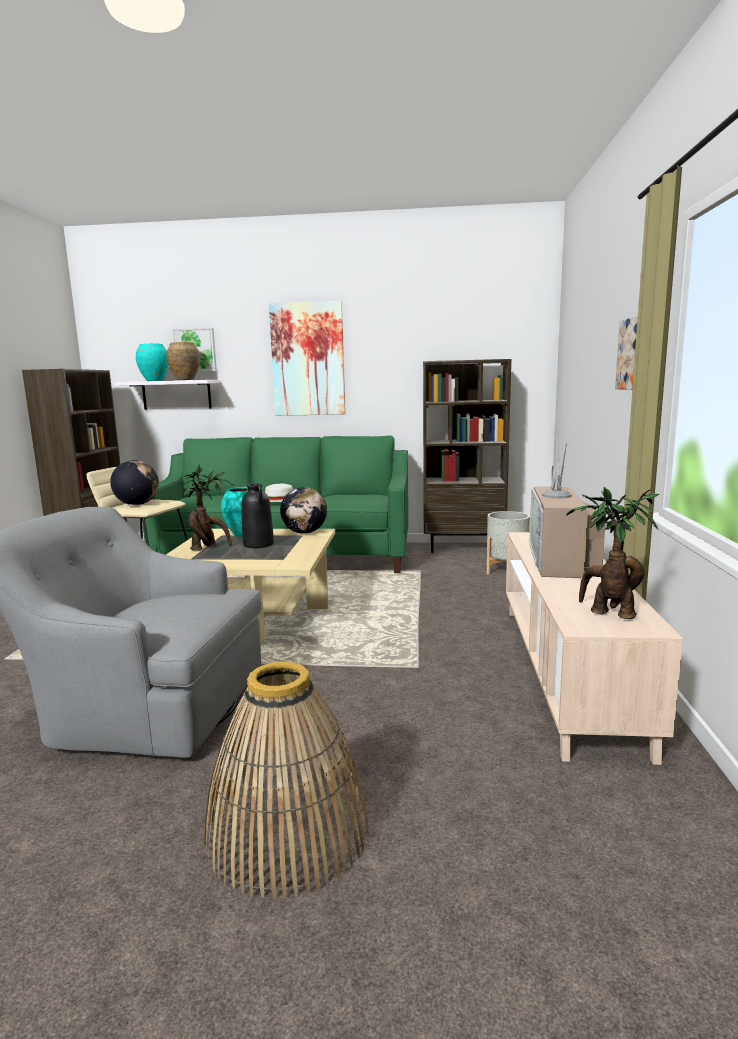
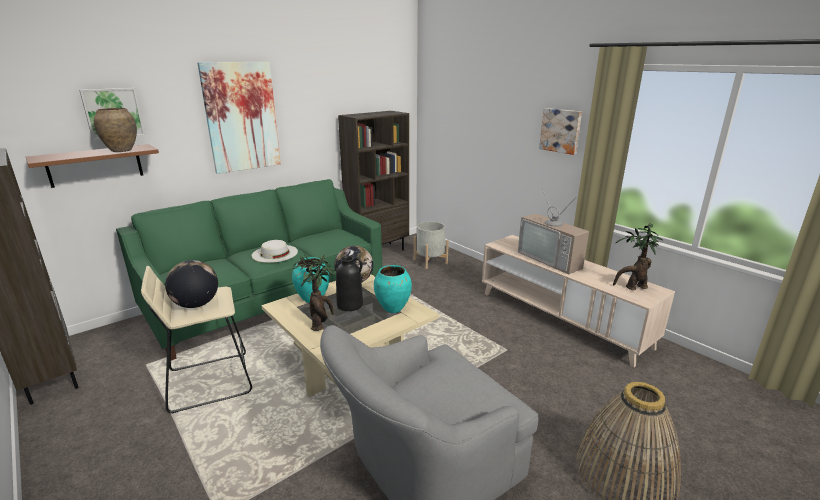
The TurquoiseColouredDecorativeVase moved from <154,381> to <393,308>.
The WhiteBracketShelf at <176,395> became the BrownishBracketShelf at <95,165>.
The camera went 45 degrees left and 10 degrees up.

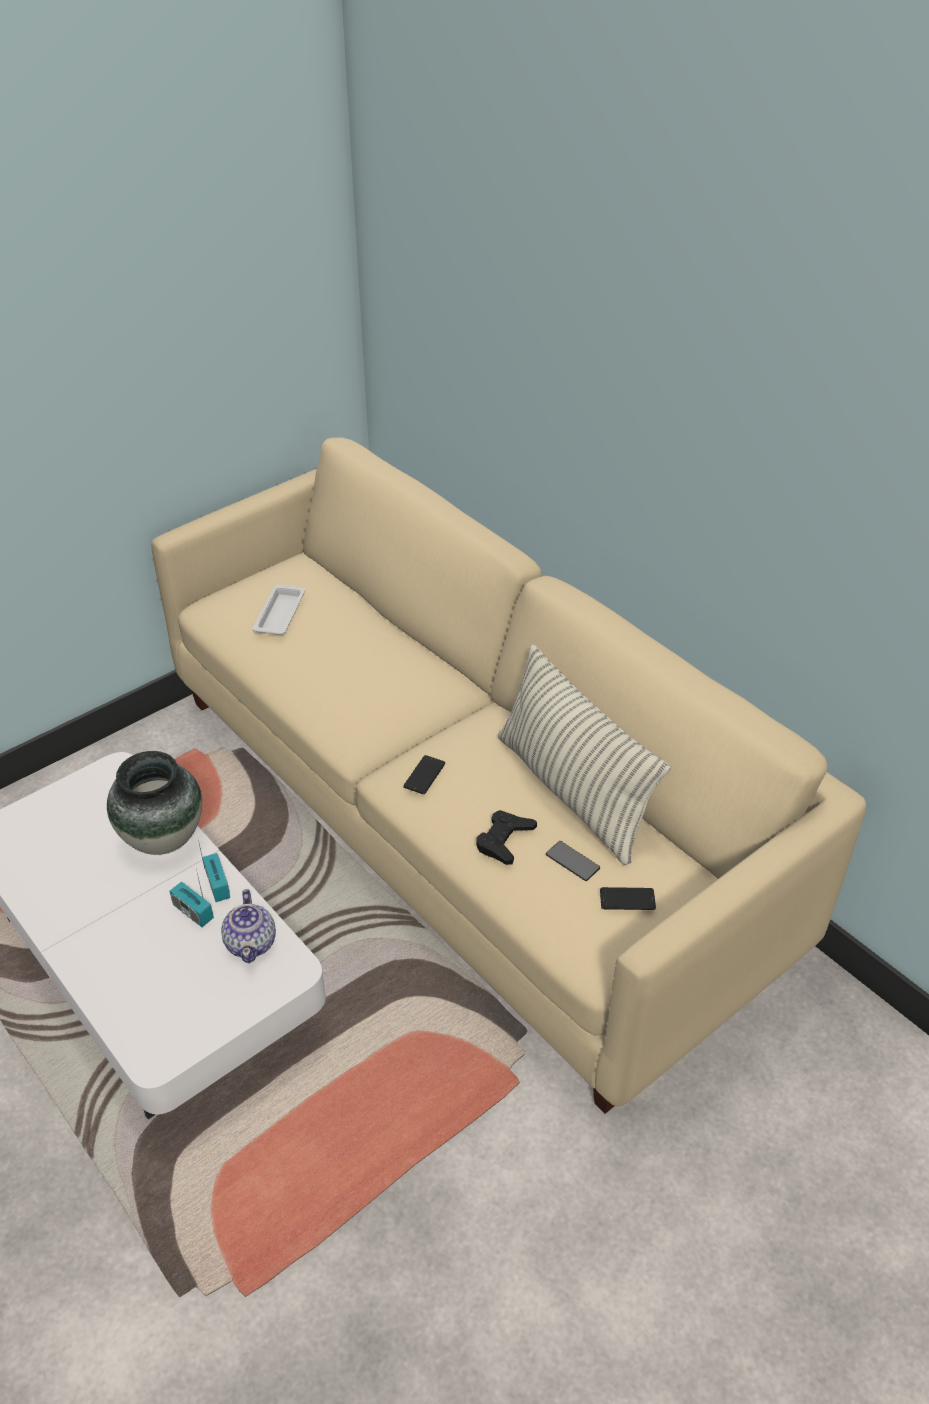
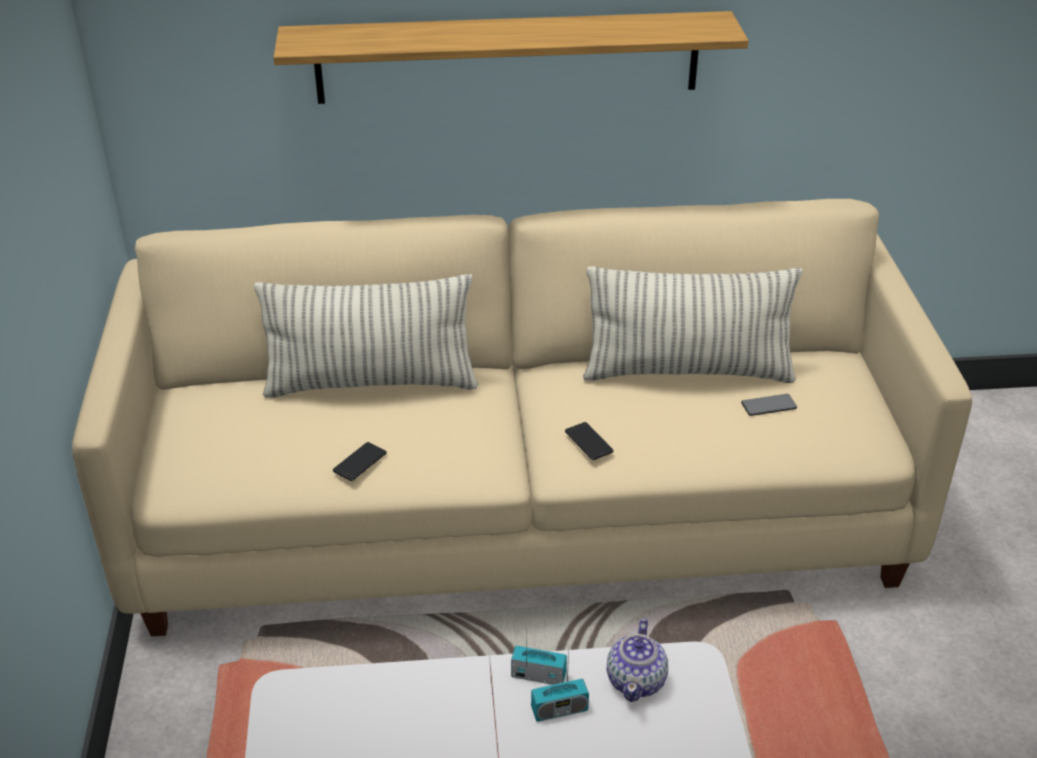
The WhiteServingTray at <280,613> disappeared.
The DecorativeVase at <163,837> disappeared.
The BlackishGamepad at <504,840> disappeared.
The Handset moved from <627,899> to <360,462>.
The TeaPot at <251,942> turned 75 degrees clockwise.
The BracketShelf at <508,57> appeared.
The Cushion at <371,383> appeared.
The camera went 55 degrees left and 5 degrees down.

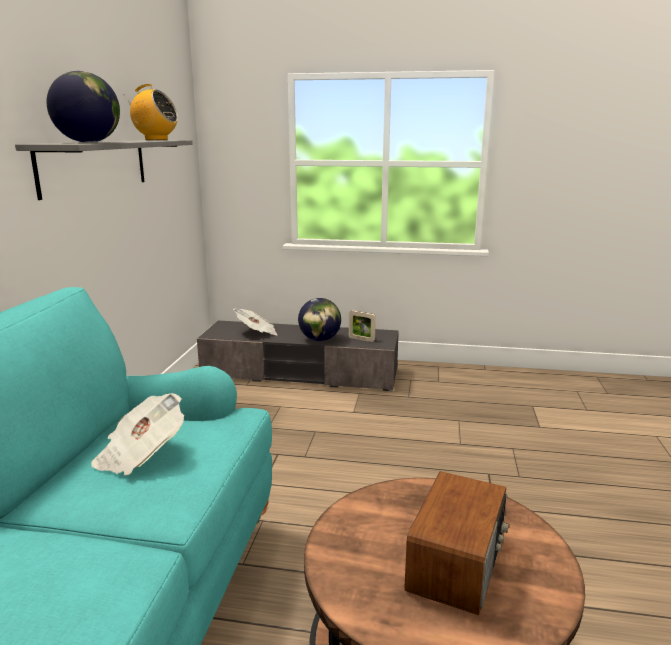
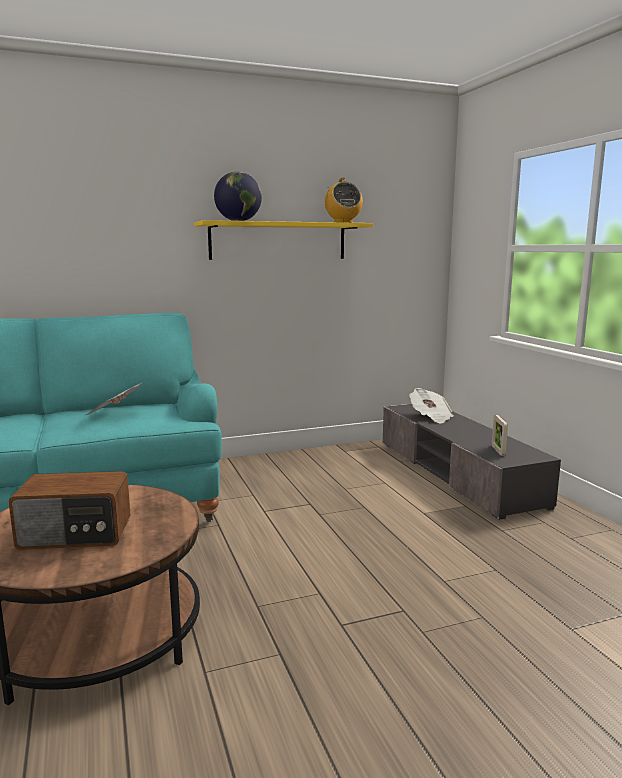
The GreyishBracketShelf at <95,166> became the YellowColouredBracketShelf at <278,241>.
The WorldGlobe at <319,339> disappeared.
The camera went 60 degrees right and 5 degrees down.

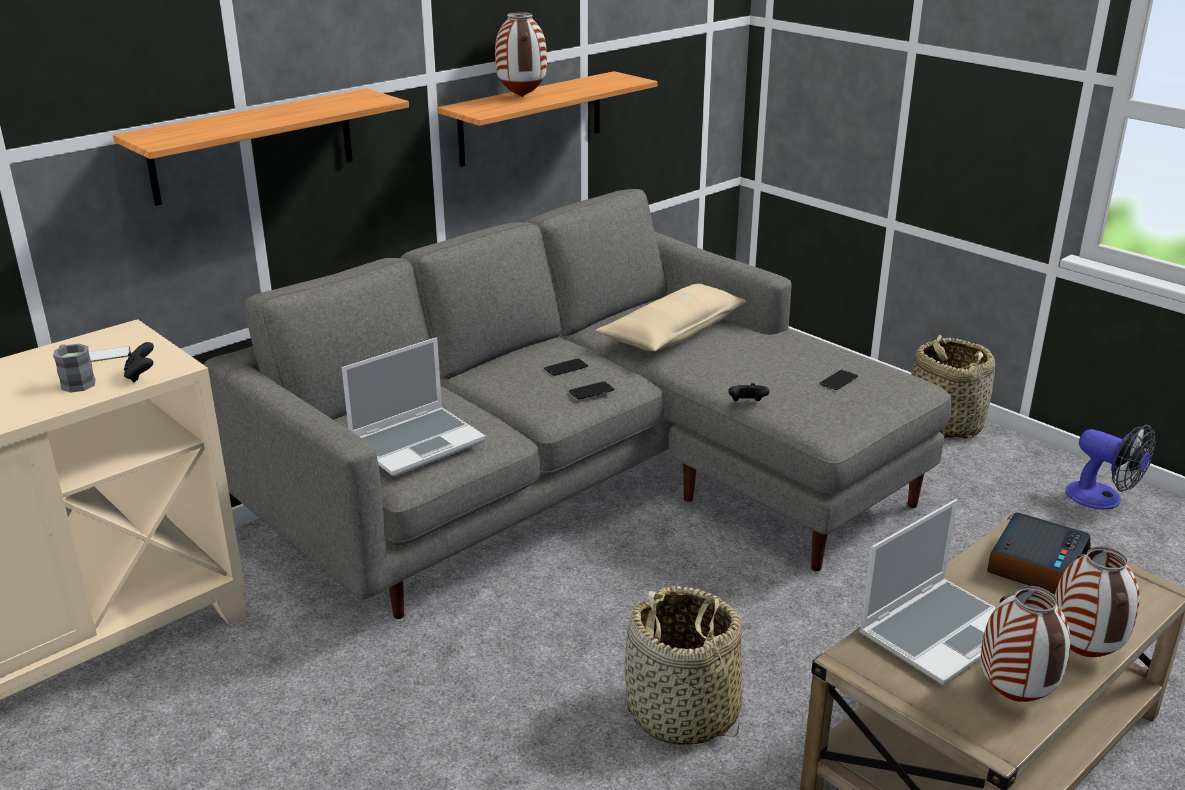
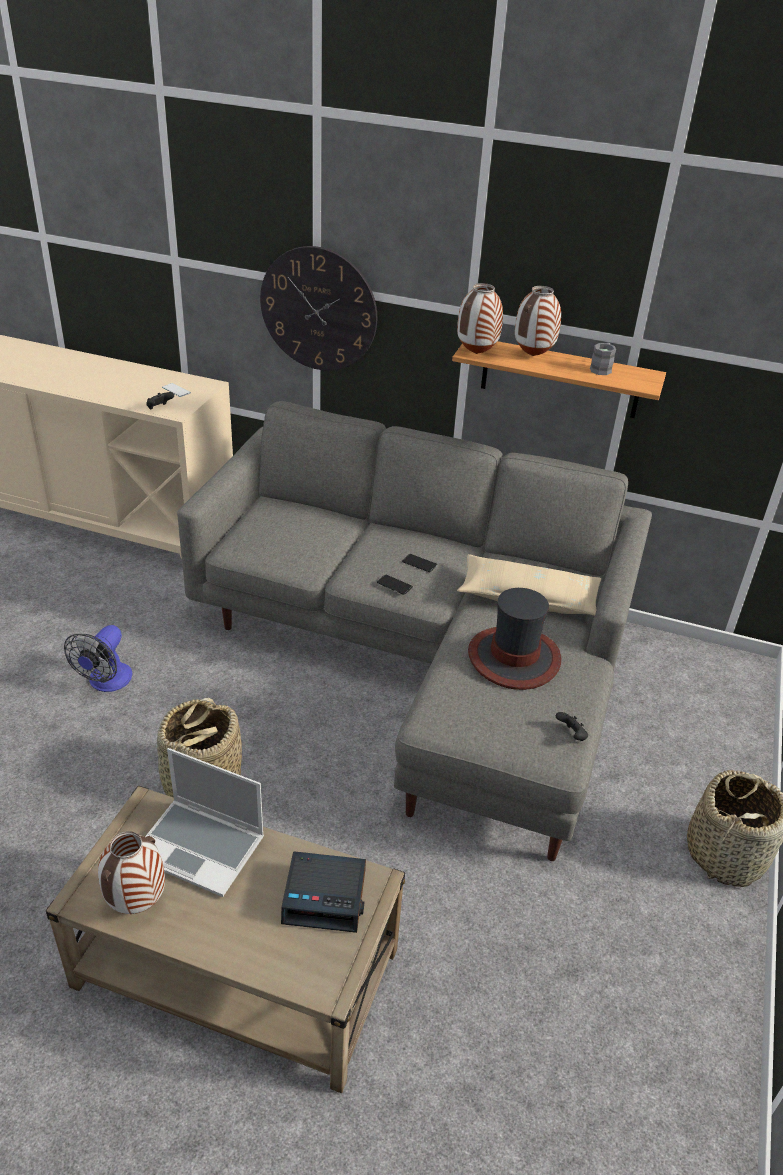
The BracketShelf at <253,146> was replaced by the HangingClock at <318,309>.
The PortableComputer at <417,442> disappeared.
The GreyishCoffeeMug moved from <75,382> to <601,368>.
The Handset at <838,380> disappeared.
The BlackishGamepad moved from <747,403> to <571,735>.
The CoolingFan moved from <1103,499> to <106,682>.
The DecorativeVase moved from <1085,654> to <476,354>.
The ClothingHat at <514,658> appeared.
The camera went 60 degrees right and 10 degrees up.

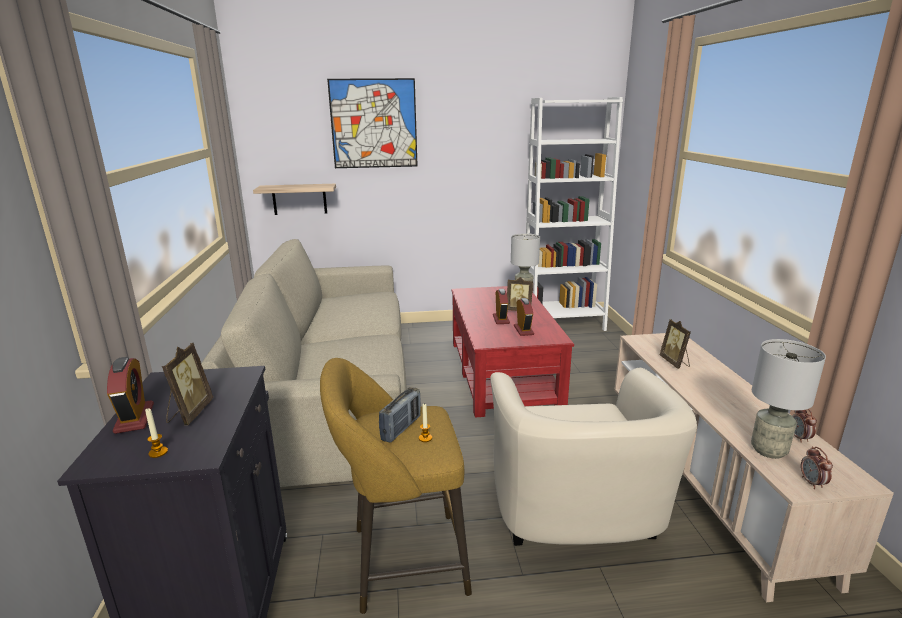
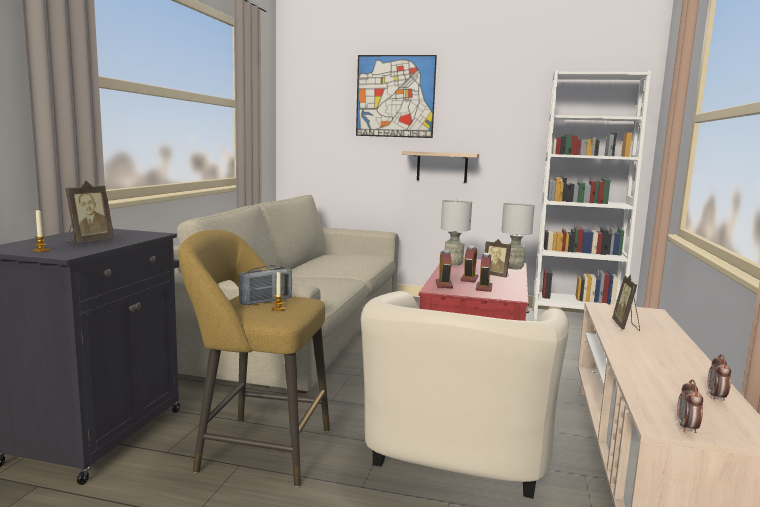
The BracketShelf moved from <299,199> to <442,166>.
The GreyishLampForATable moved from <769,451> to <453,263>.
The TableClock moved from <134,418> to <444,284>.
The camera went 20 degrees right and 10 degrees down.

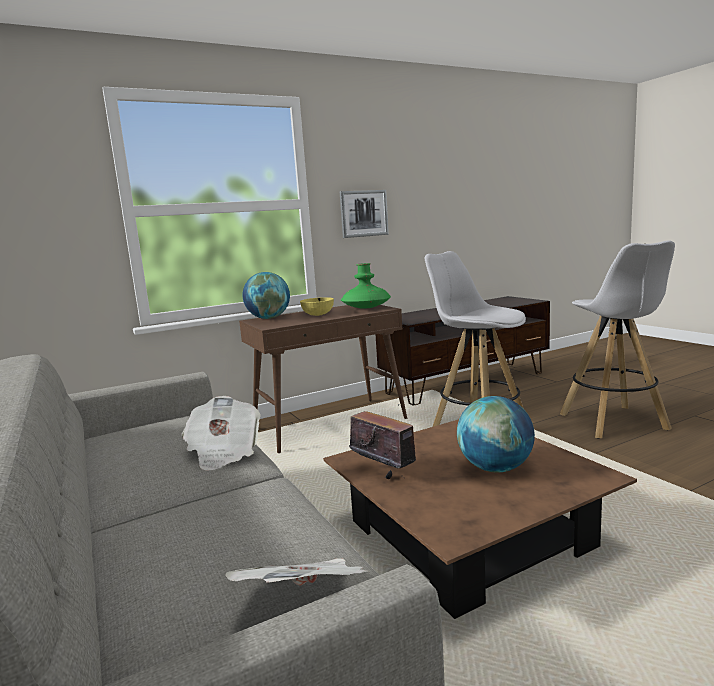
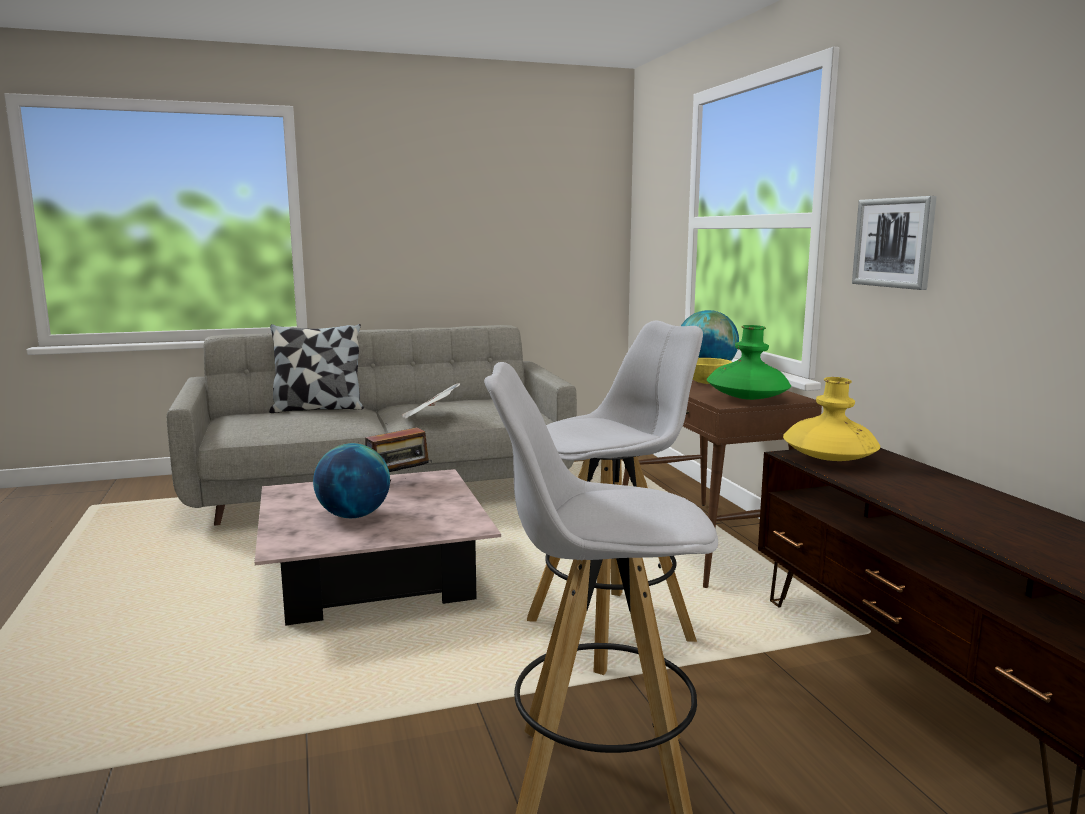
The BrownishLowTable at <466,533> became the PinkishLowTable at <375,575>.
The DailyPaper at <306,602> disappeared.
The Cushion at <318,409> appeared.
The YellowColouredDecorativeVase at <829,458> appeared.
The camera went 100 degrees right and 0 degrees up.

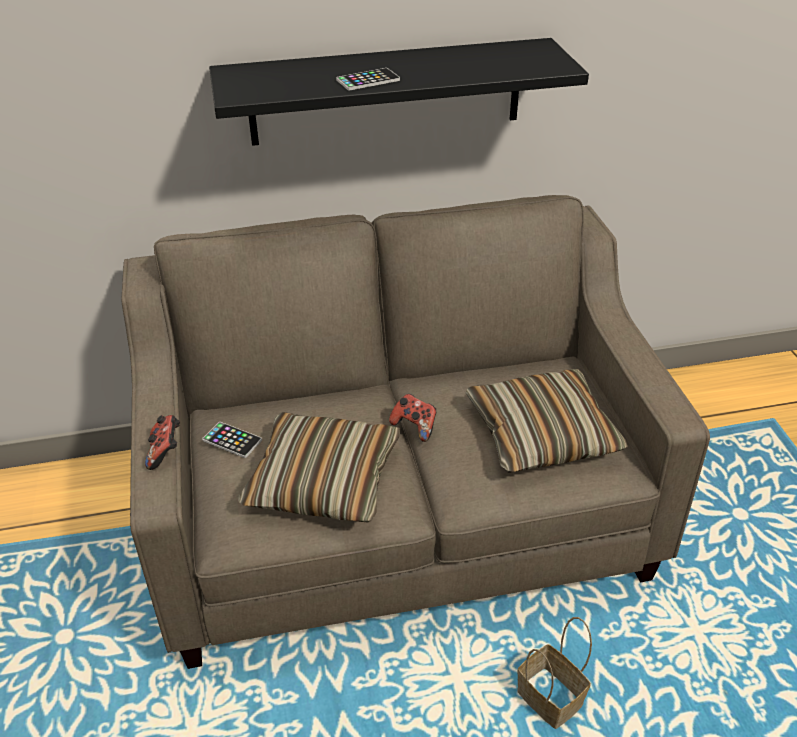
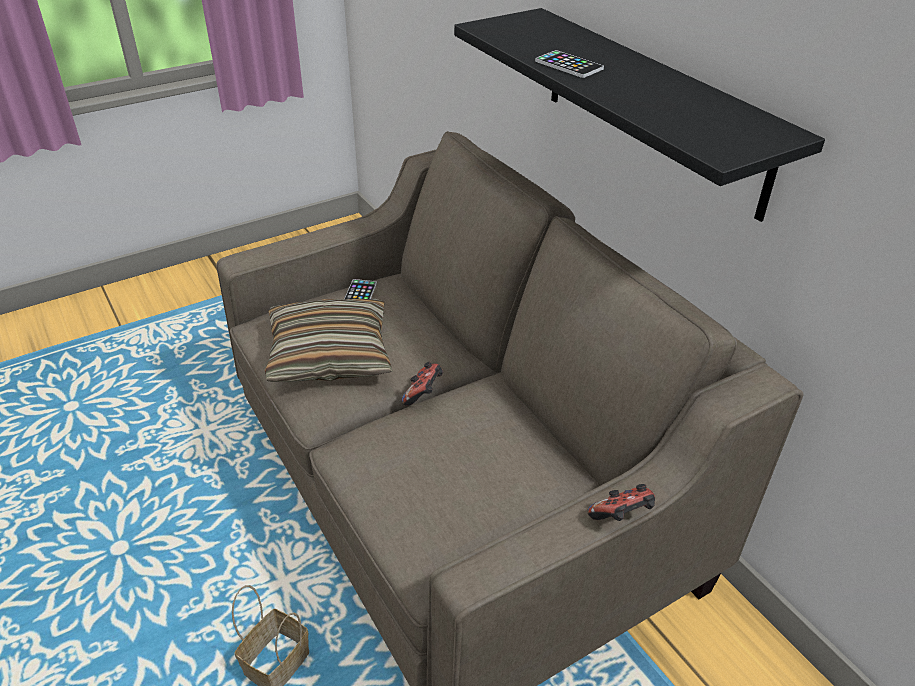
The Cushion at <541,434> disappeared.
The Gamepad moved from <165,452> to <621,517>.
The camera went 70 degrees right and 0 degrees up.

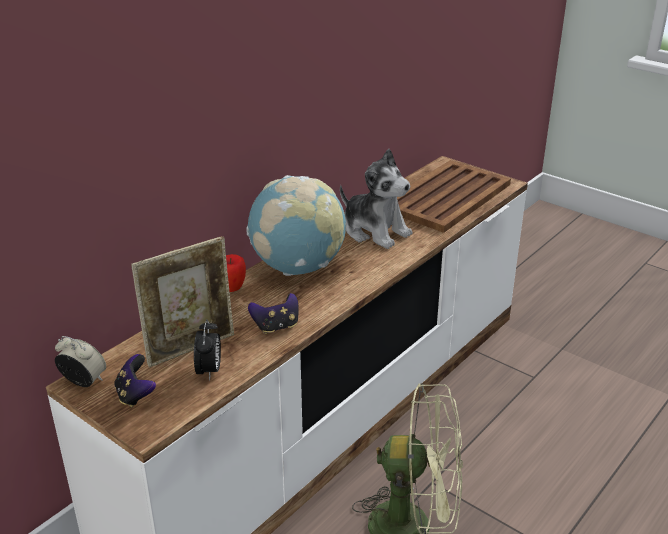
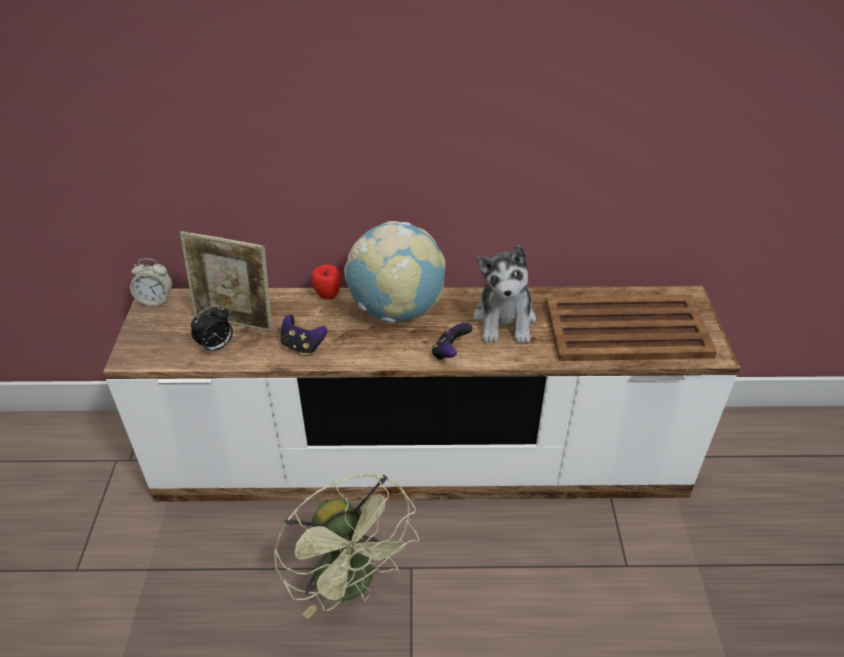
The TableClock at <84,381> turned 105 degrees clockwise.
The Gamepad moved from <135,395> to <450,353>.
The camera went 50 degrees right and 10 degrees up.

